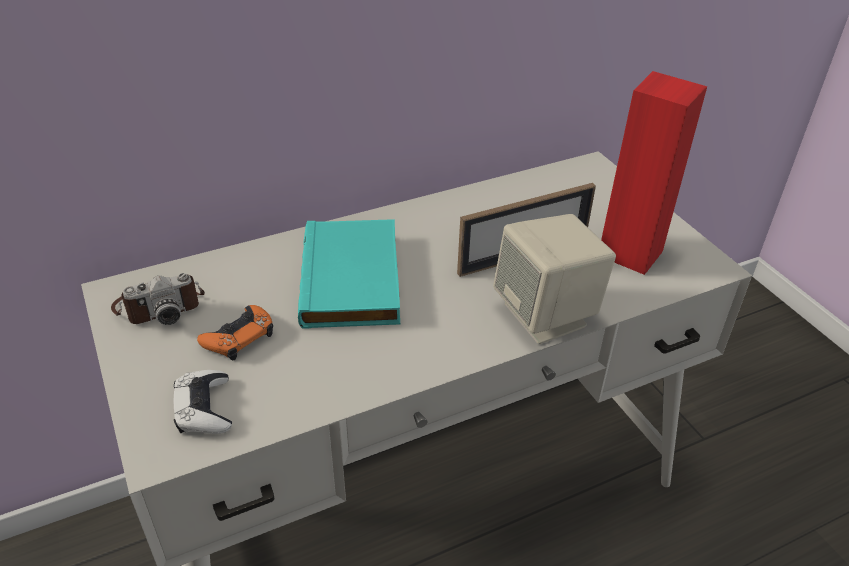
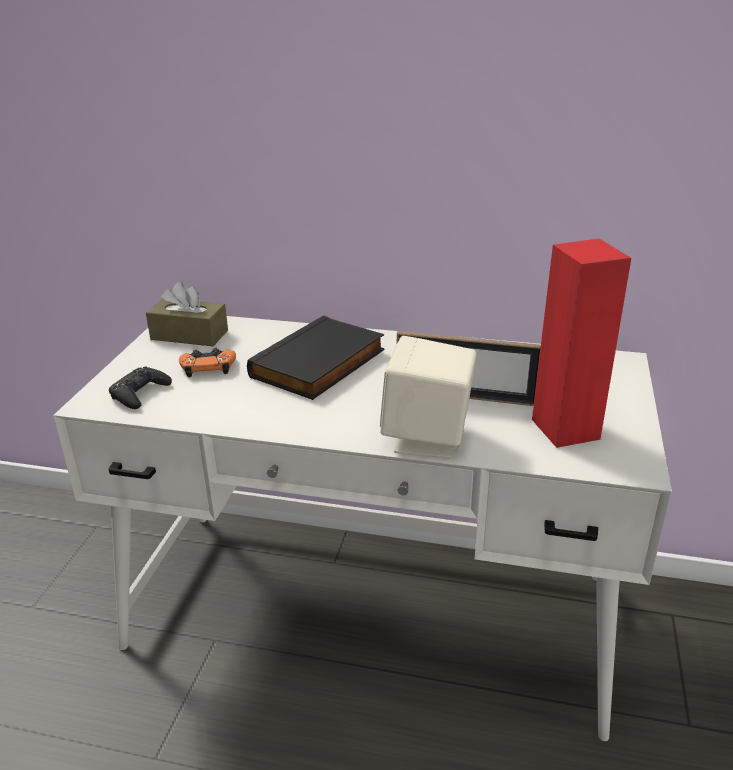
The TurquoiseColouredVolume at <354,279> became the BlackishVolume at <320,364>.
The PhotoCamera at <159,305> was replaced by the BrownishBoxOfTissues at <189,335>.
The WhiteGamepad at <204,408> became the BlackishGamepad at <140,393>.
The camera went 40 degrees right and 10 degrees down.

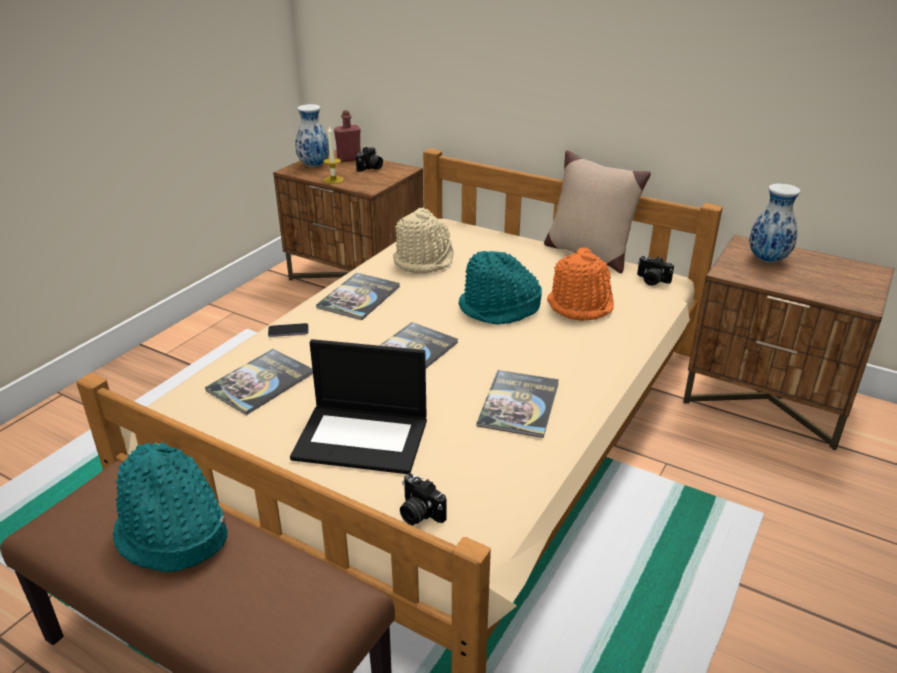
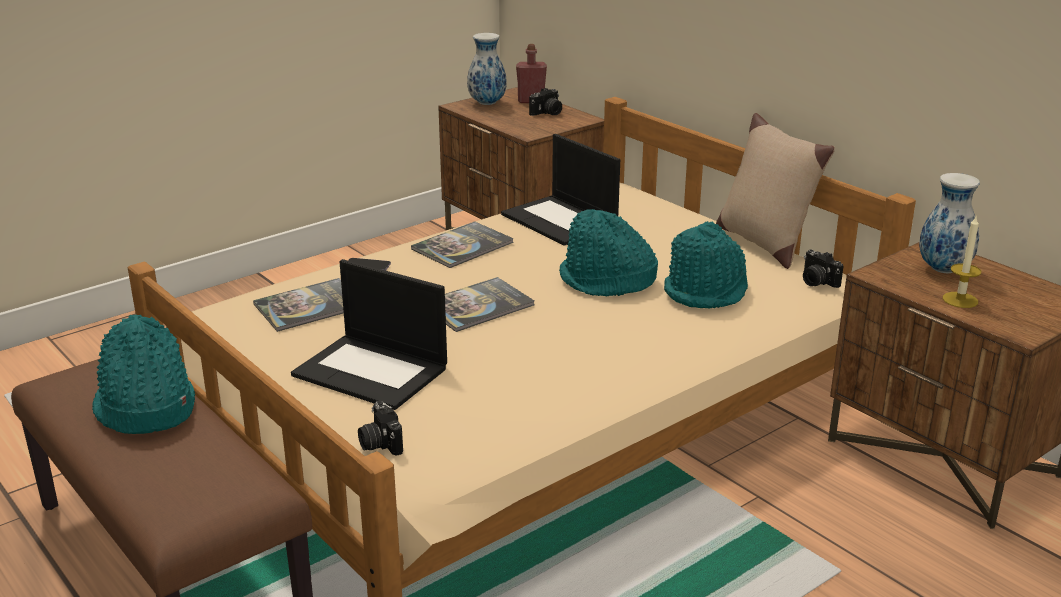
The WaxCandle moved from <333,180> to <960,300>.
The BeigeColouredClothingHat at <424,260> was replaced by the PortableComputer at <561,221>.
The OrangeClothingHat at <580,304> became the TurquoiseColouredClothingHat at <706,291>.
The Volume at <519,404> disappeared.
The camera went 20 degrees right and 5 degrees down.

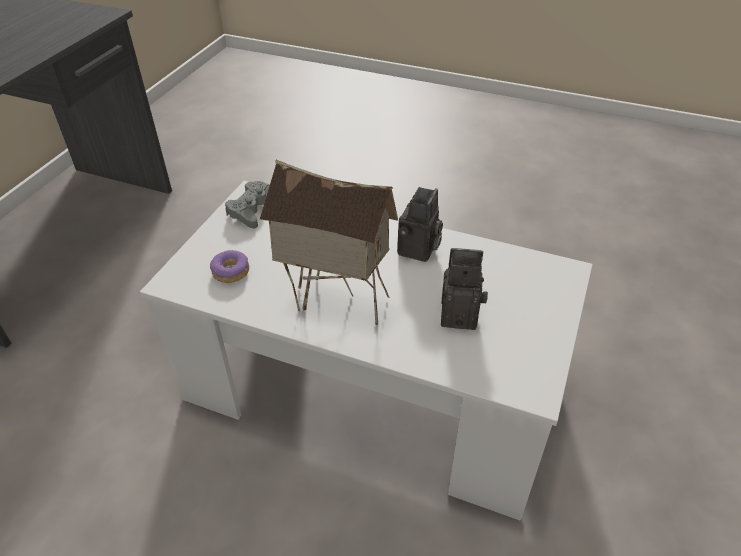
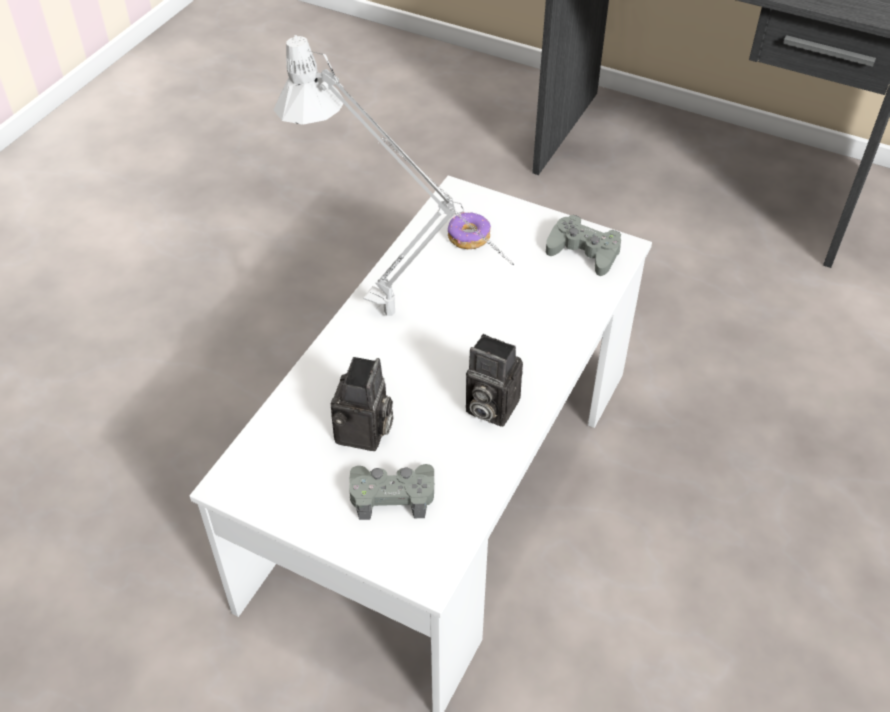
The ToyHouse at <335,303> was replaced by the GreyishLampForATable at <403,320>.
The GreyishGamepad at <392,495> appeared.
The camera went 95 degrees right and 5 degrees up.

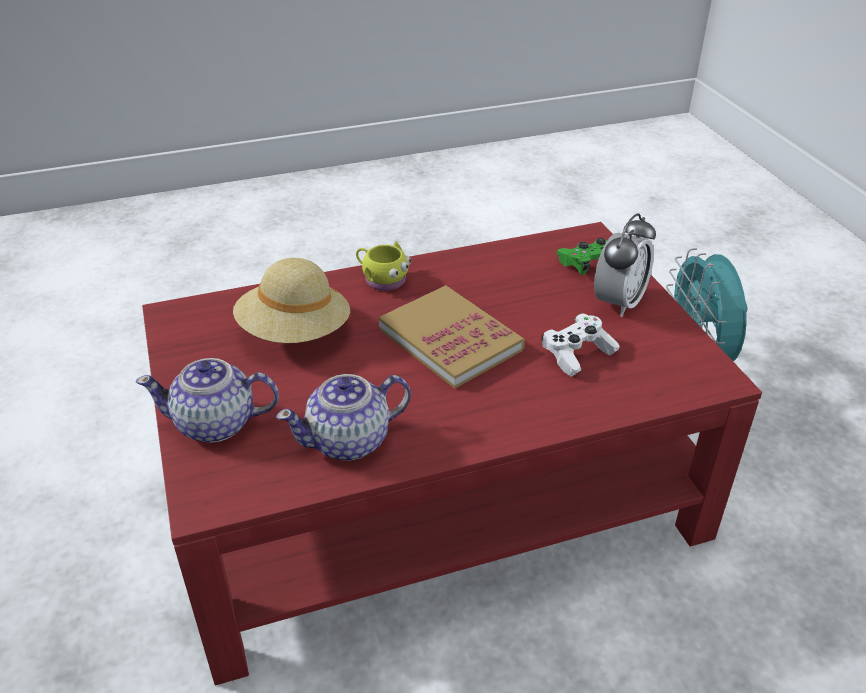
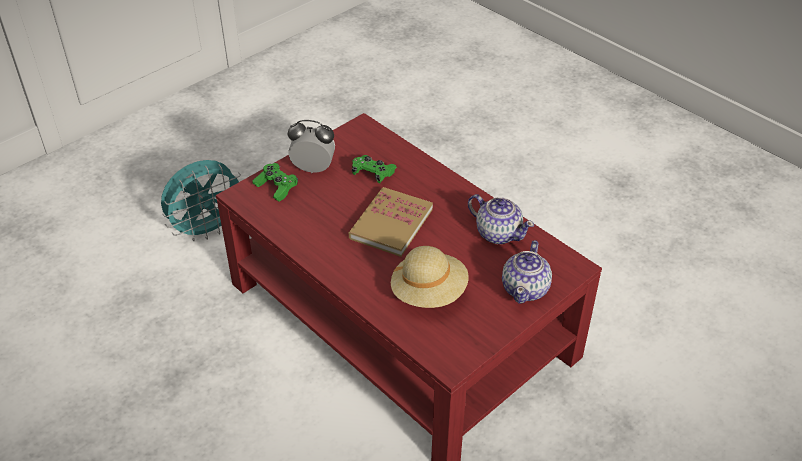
The YellowColouredCoffeeMug at <382,279> disappeared.
The WhiteGamepad at <577,354> became the GreenGamepad at <373,174>.
The TeaPot at <216,424> turned 45 degrees clockwise.
The camera went 115 degrees left and 5 degrees up.

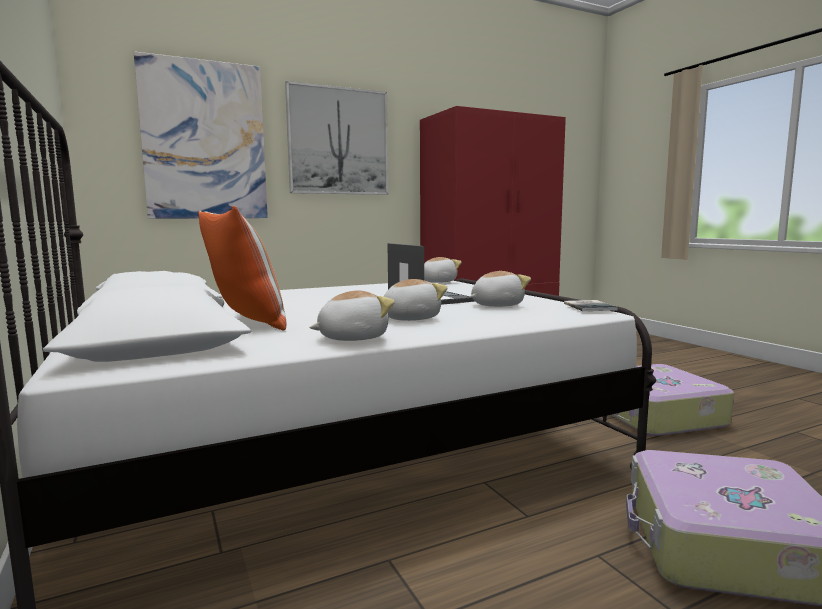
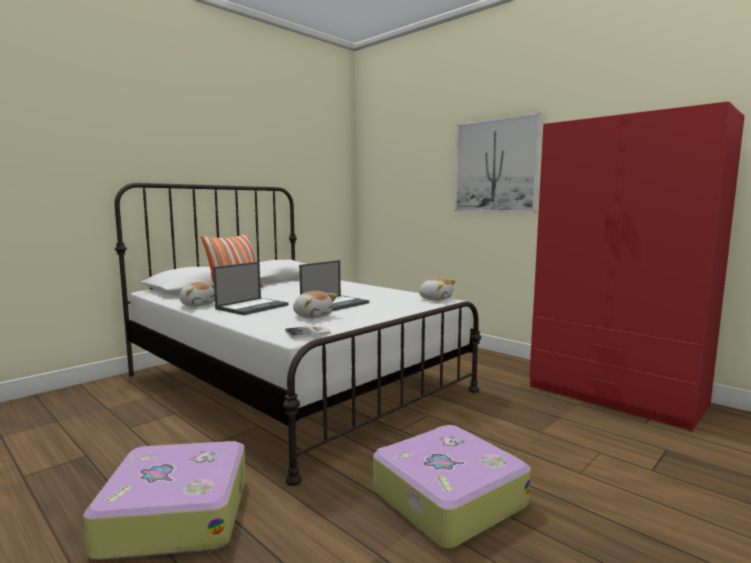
The Picture at <204,141> disappeared.
The SoftToy at <409,318> was replaced by the PortableComputer at <252,307>.
The camera went 70 degrees right and 0 degrees up.

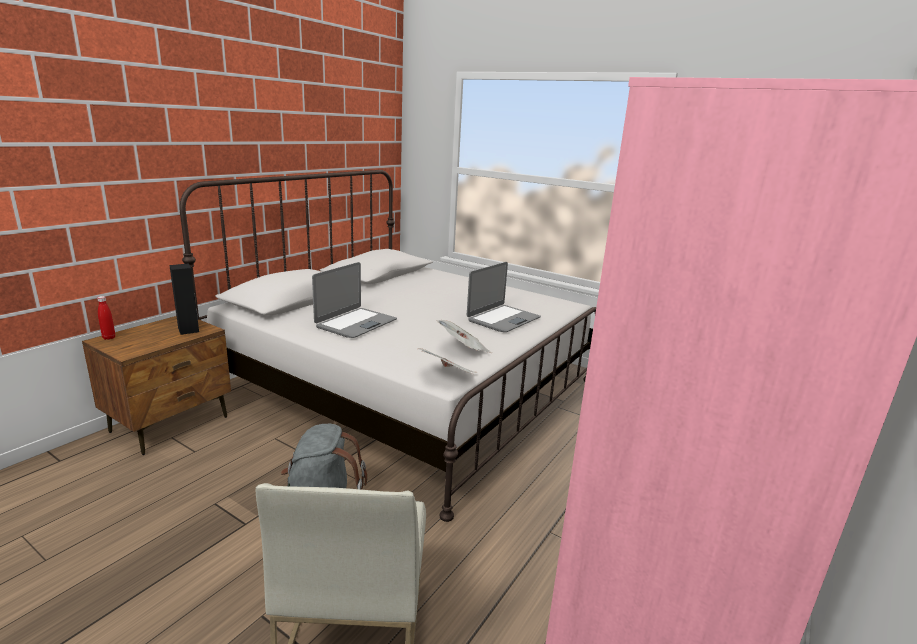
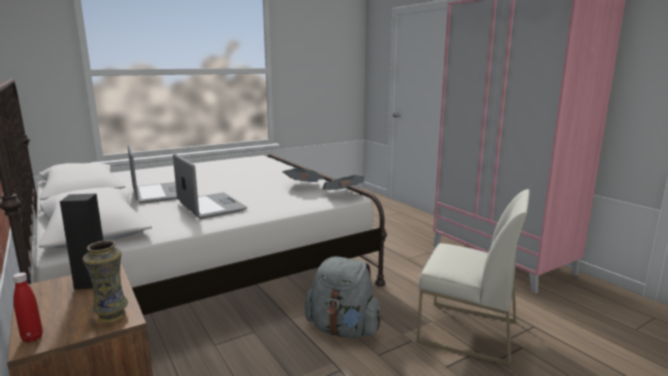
The PortableComputer moved from <503,319> to <158,193>.
The DecorativeVase at <111,316> appeared.
The camera went 65 degrees left and 5 degrees down.

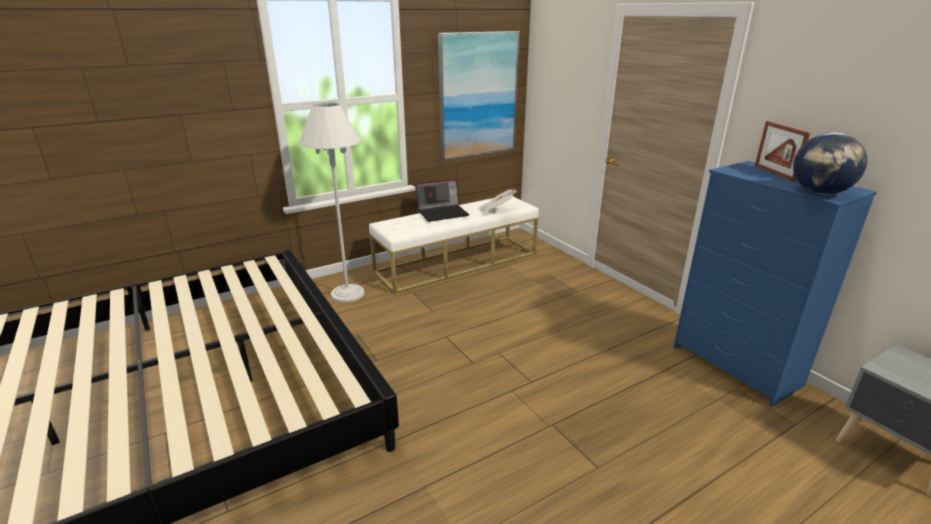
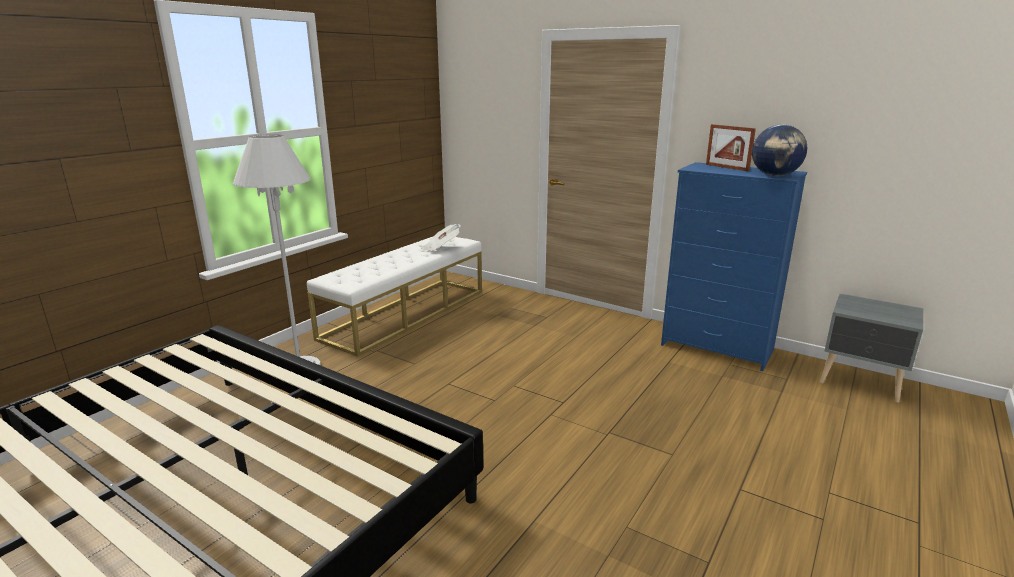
The Picture at <478,96> disappeared.
The PortableComputer at <443,213> disappeared.
The camera went 25 degrees left and 5 degrees down.

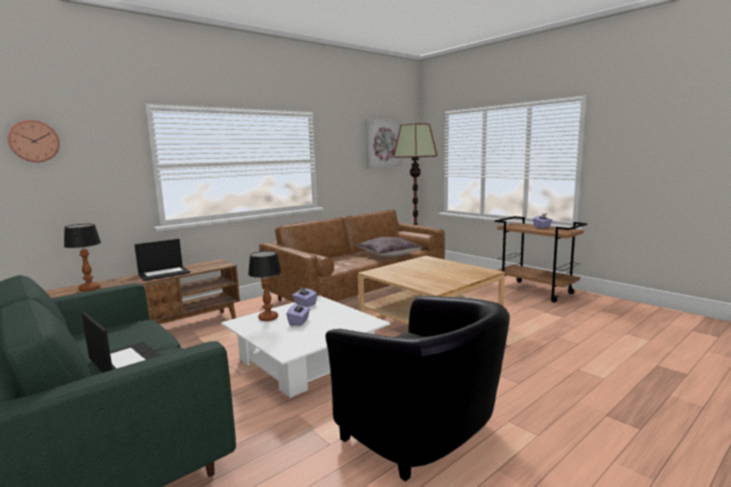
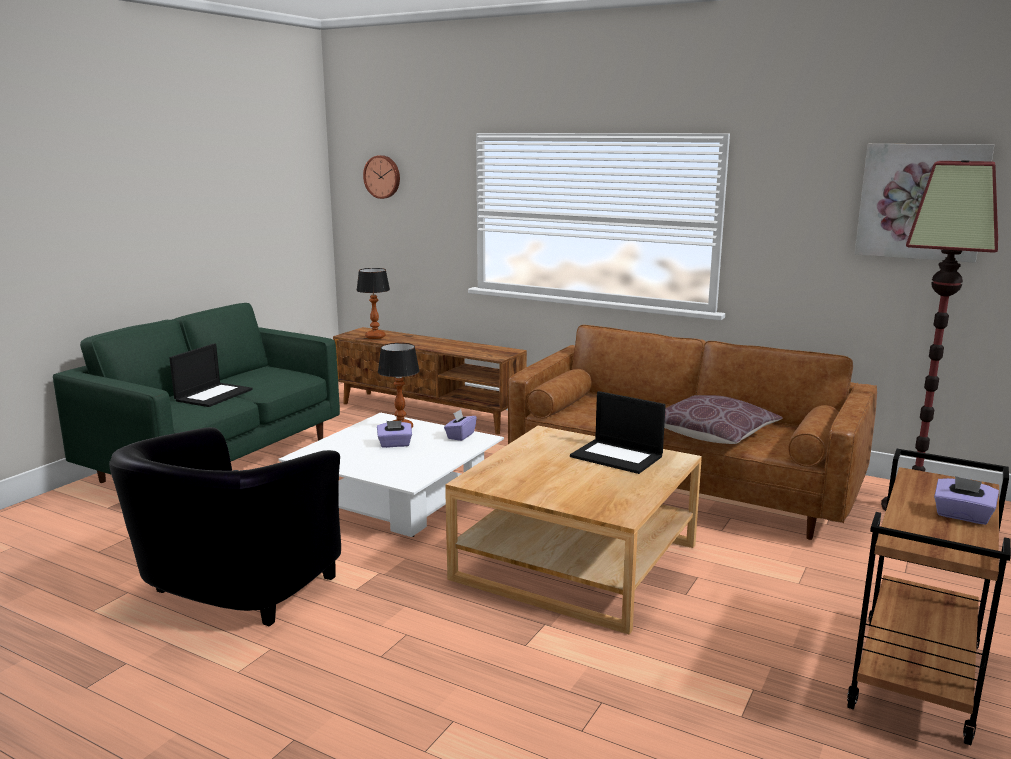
The PortableComputer moved from <164,273> to <618,456>.
The camera went 70 degrees right and 5 degrees up.

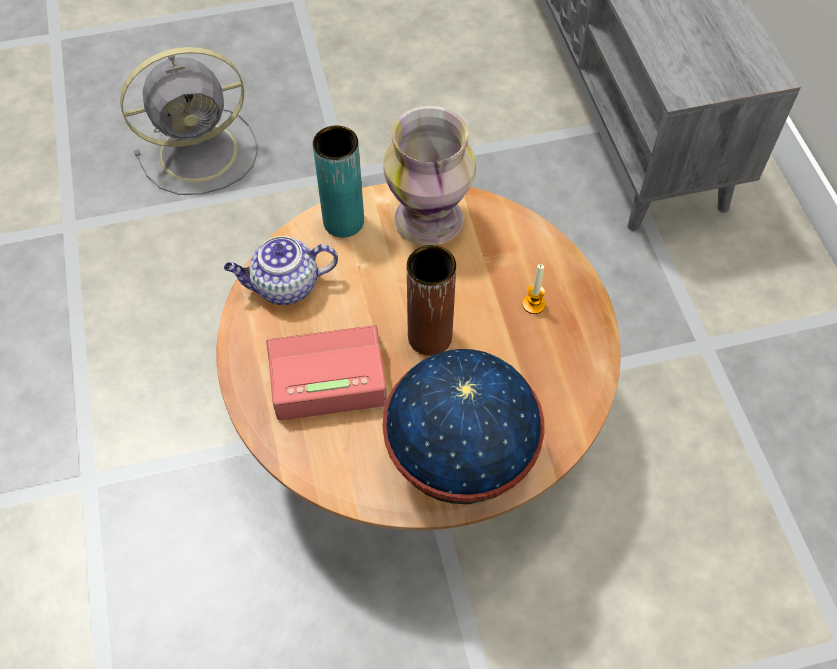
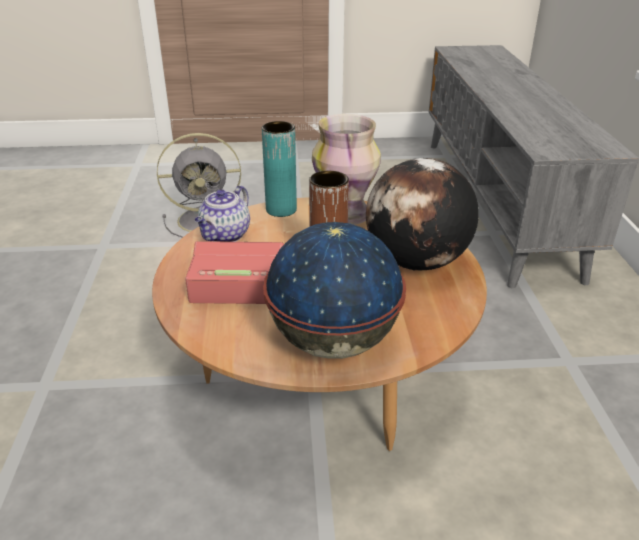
The TeaPot at <285,286> turned 60 degrees counterclockwise.
The WaxCandle at <533,304> was replaced by the WorldGlobe at <416,262>.
The camera went 10 degrees right and 25 degrees down.

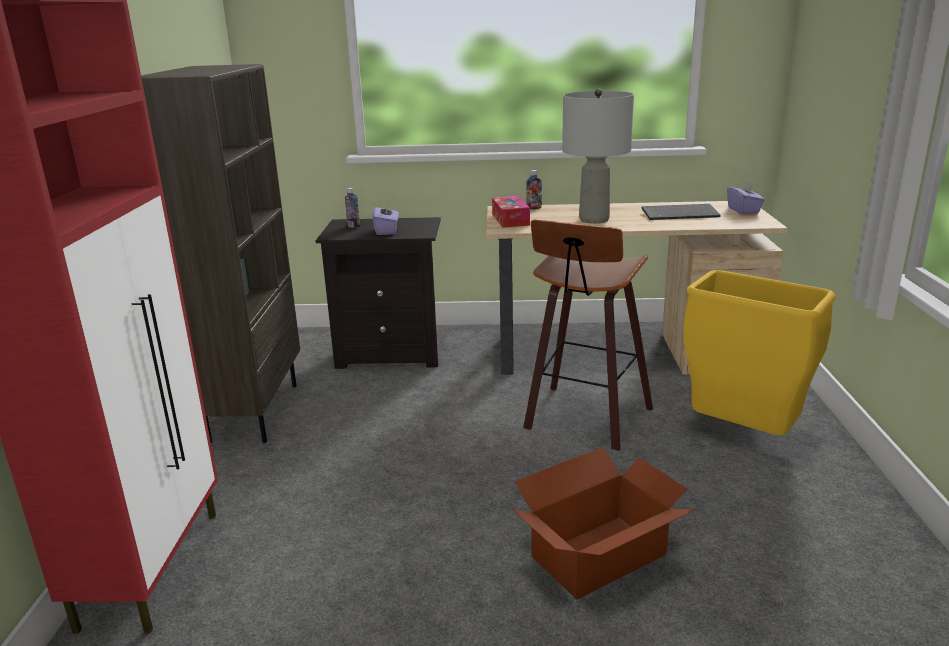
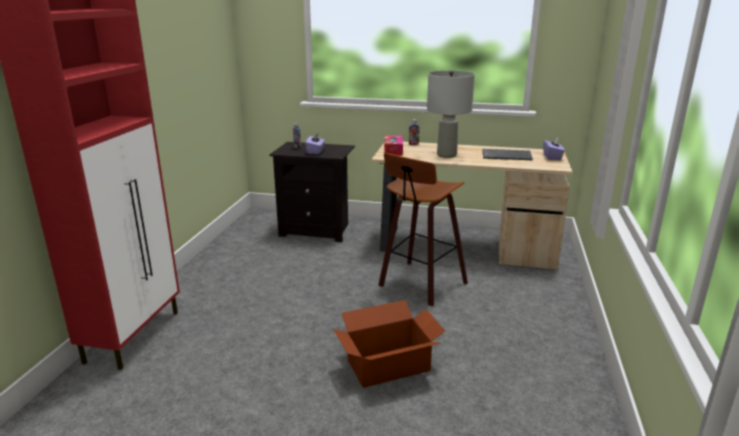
The BrownishBookshelf at <253,412> disappeared.
The YellowColouredTrashCan at <742,434> disappeared.
The camera went 10 degrees right and 0 degrees up.

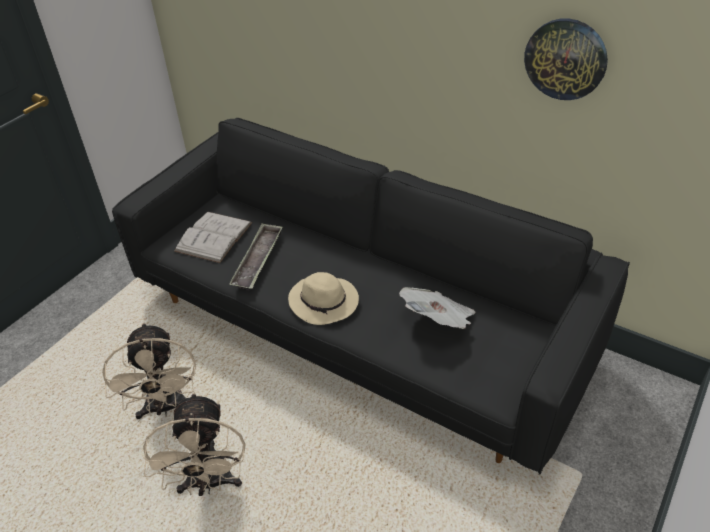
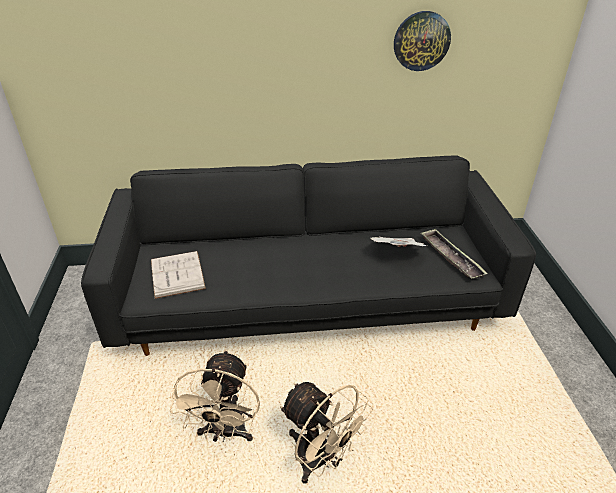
The ServingTray moved from <258,260> to <451,257>.
The BeigeColouredClothingHat at <325,303> disappeared.
The BeigeColouredCoolingFan at <165,408> turned 60 degrees clockwise.
The camera went 40 degrees left and 5 degrees down.

